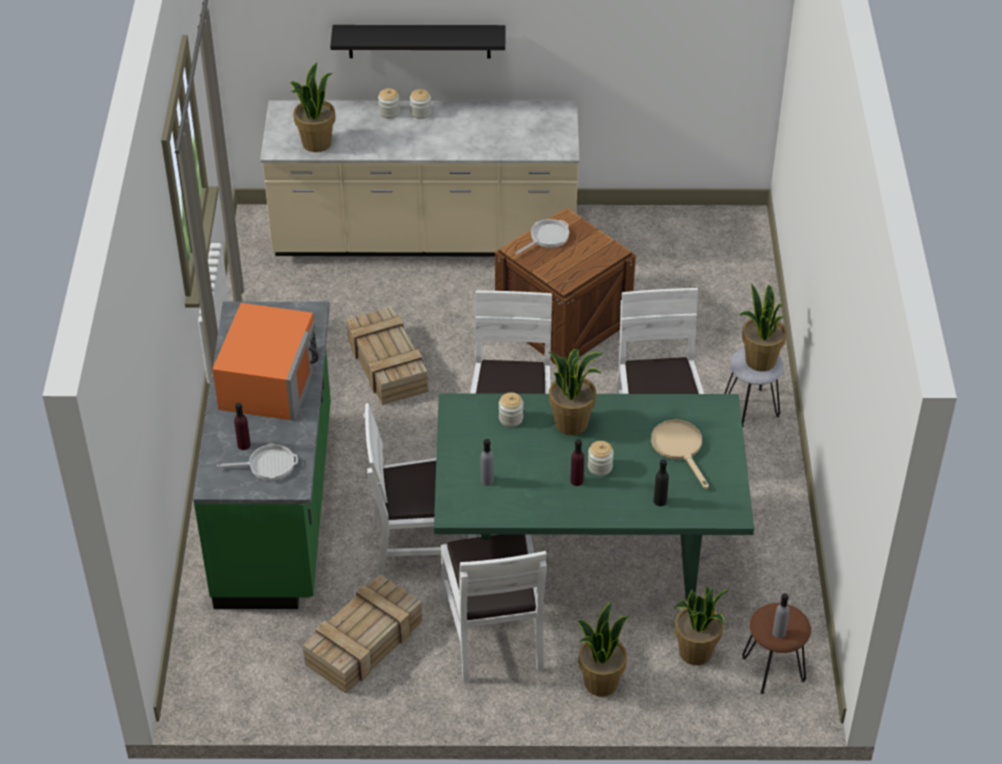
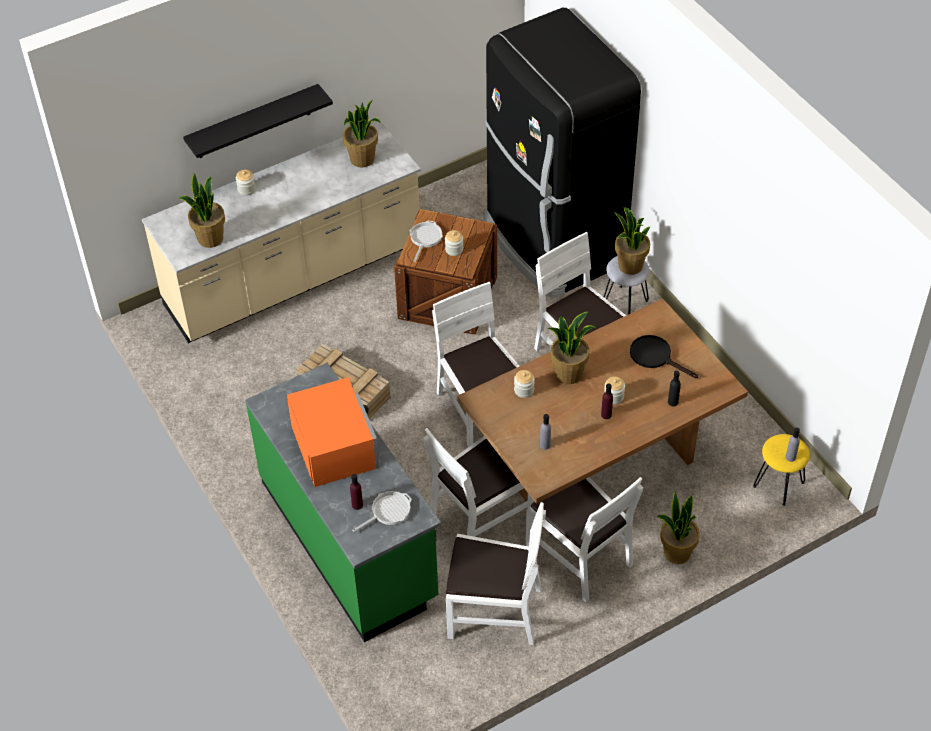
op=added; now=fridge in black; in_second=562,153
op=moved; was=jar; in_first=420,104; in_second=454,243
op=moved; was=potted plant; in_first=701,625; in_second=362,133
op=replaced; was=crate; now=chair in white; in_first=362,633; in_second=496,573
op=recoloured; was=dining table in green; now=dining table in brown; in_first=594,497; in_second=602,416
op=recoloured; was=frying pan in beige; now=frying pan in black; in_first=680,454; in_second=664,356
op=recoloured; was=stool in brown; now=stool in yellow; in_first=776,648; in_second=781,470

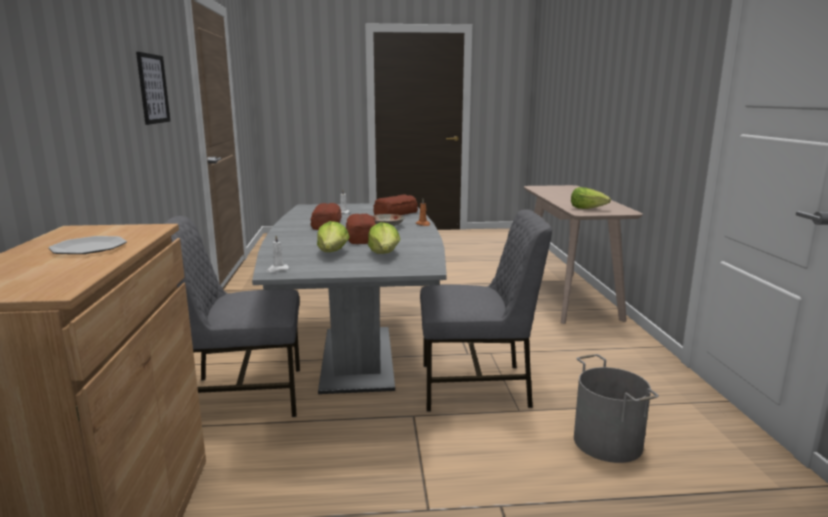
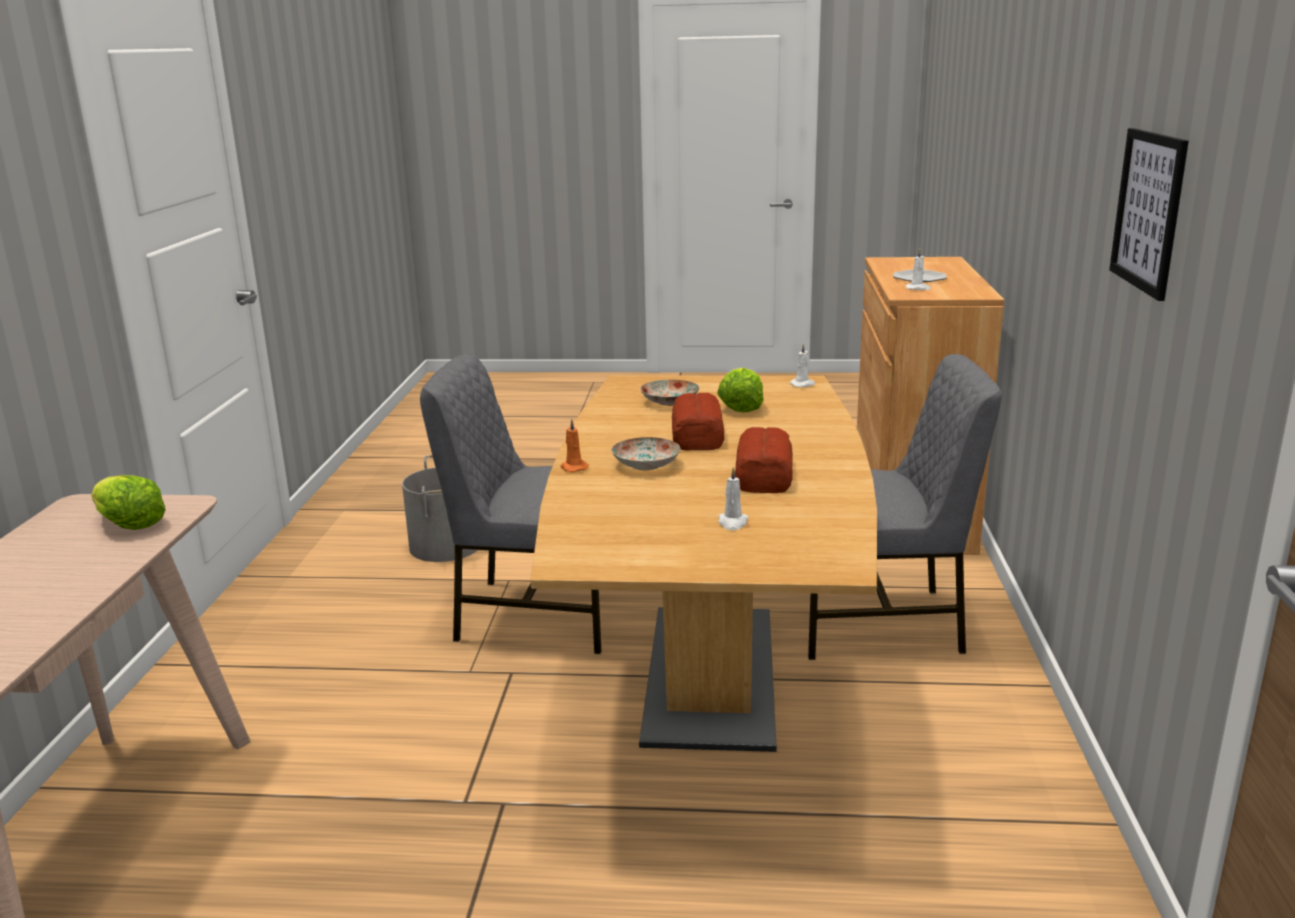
op=removed; was=bread; in_first=395,204
op=added; now=candle in white; in_second=918,269
op=replaced; was=lettuce; now=plate; in_first=384,238; in_second=669,392
op=recoloured; was=dining table in grey; now=dining table in brown; in_first=349,298; in_second=703,564

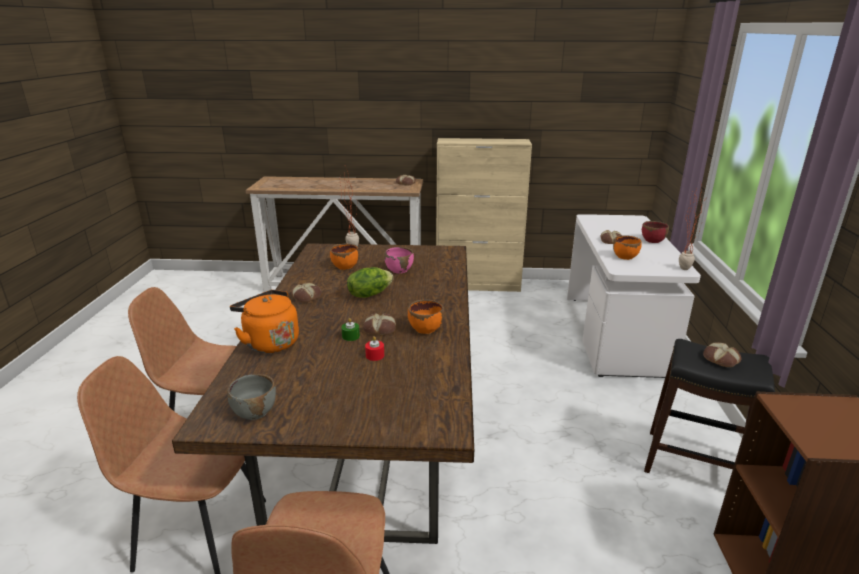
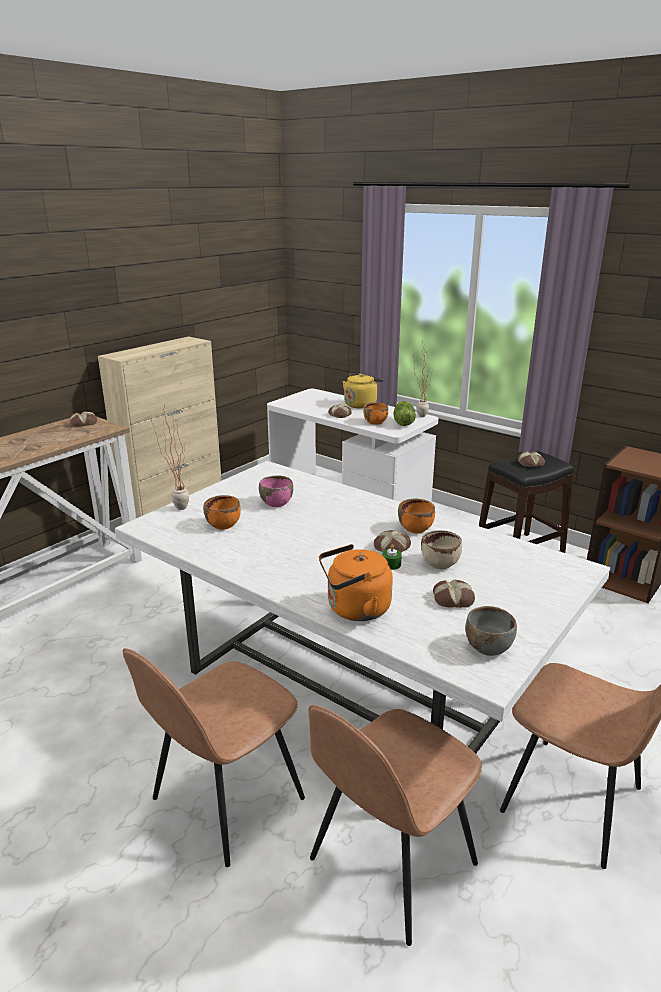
op=moved; was=bread; in_first=306,293; in_second=454,594
op=moved; was=lettuce; in_first=370,282; in_second=405,413
op=replaced; was=candle in red; now=bowl in beige; in_first=374,348; in_second=441,549
op=replaced; was=bowl in red; now=kettle in yellow; in_first=655,232; in_second=363,391
op=recoloured; was=dining table in brown; now=dining table in white; in_first=323,393; in_second=362,607

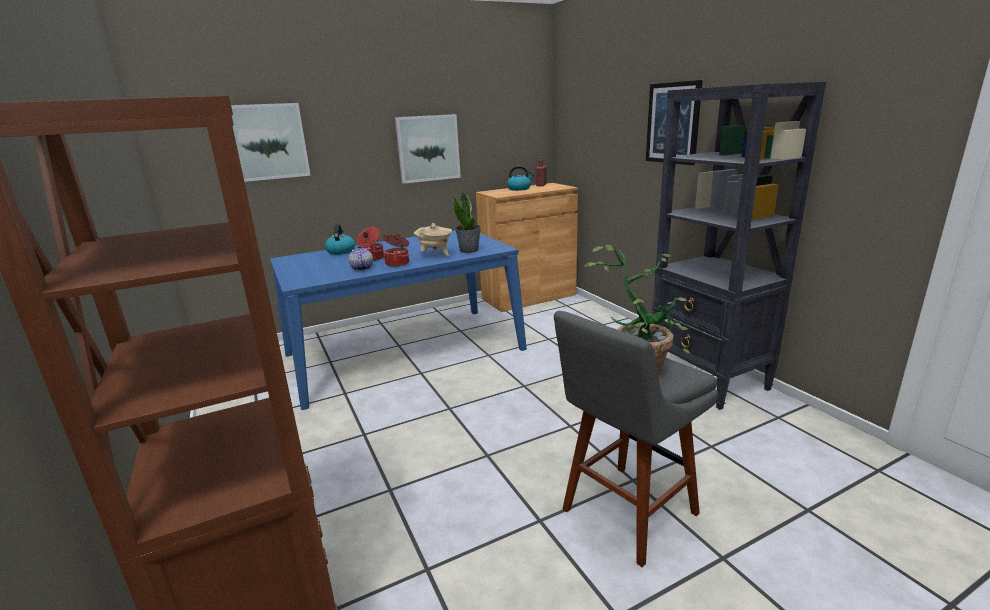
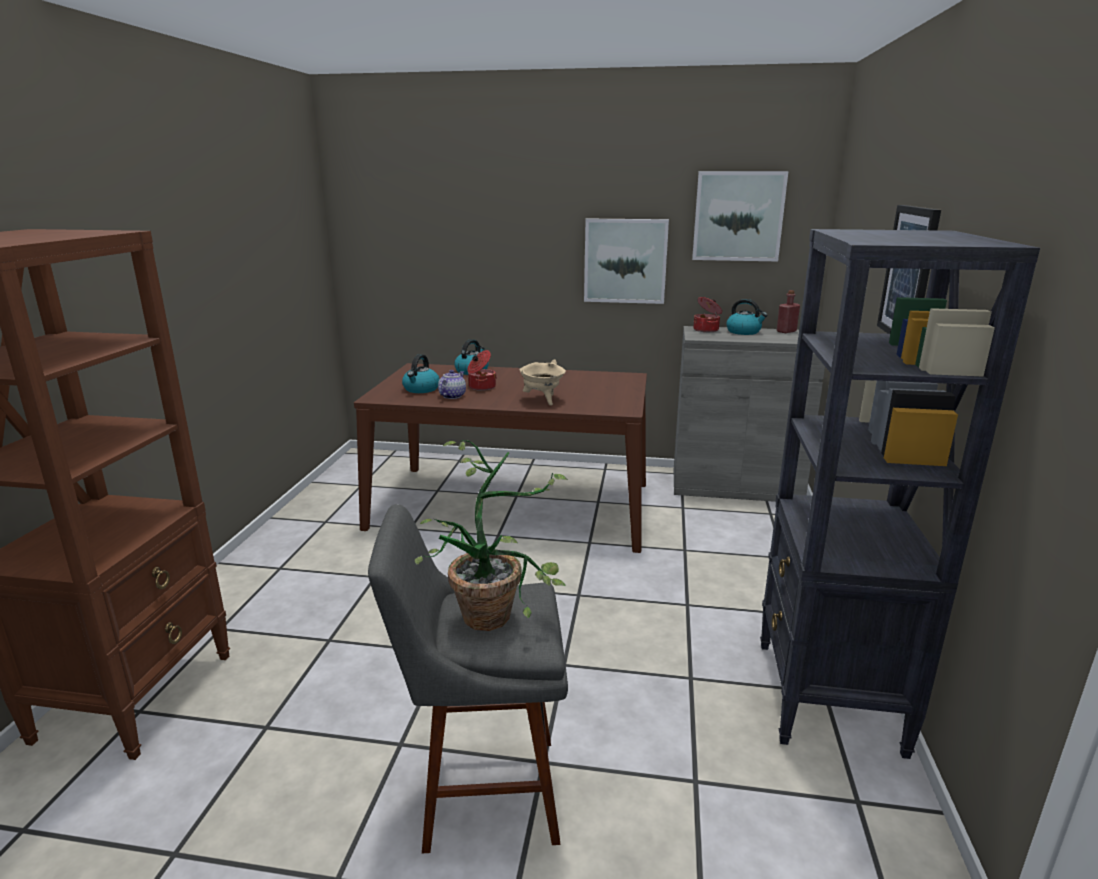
op=removed; was=potted plant; in_first=467,222
op=added; now=kettle; in_second=421,373
op=moved; was=picture; in_first=271,142; in_second=740,216
op=moved; was=cooking pot; in_first=396,250; in_second=708,314
op=recoloured; was=dining table in blue; now=dining table in brown; in_first=398,320; in_second=500,458
op=recoloured; was=cabinet in brown; now=cabinet in grey; in_first=527,247; in_second=749,414

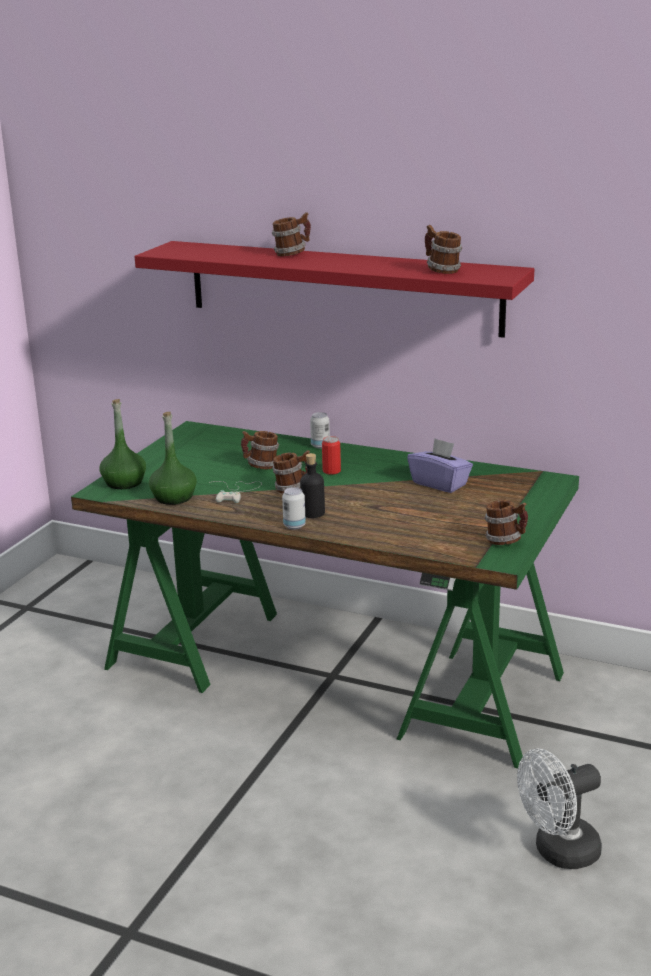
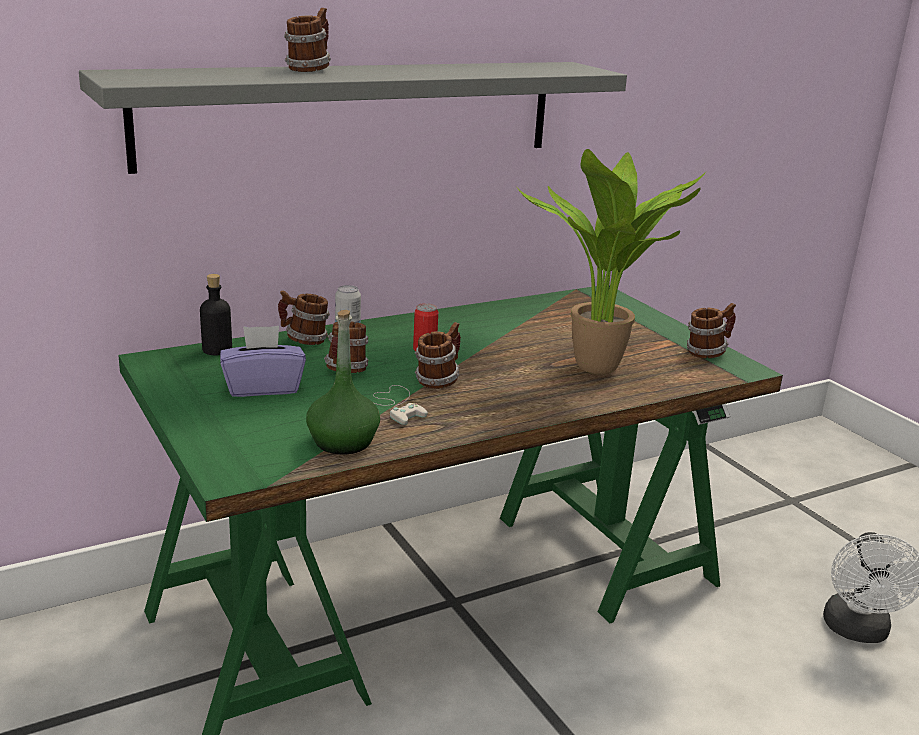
op=removed; was=bottle in green; in_first=122,444
op=removed; was=can; in_first=294,508
op=added; now=potted plant; in_second=611,261
op=moved; was=bottle in black; in_first=312,485; in_second=216,314
op=moved; was=tissue box in purple; in_first=440,465; in_second=263,361
op=moved; was=mug; in_first=444,249; in_second=304,317
op=recoloured; was=shelf in red; now=shelf in grey; in_first=334,289; in_second=353,118

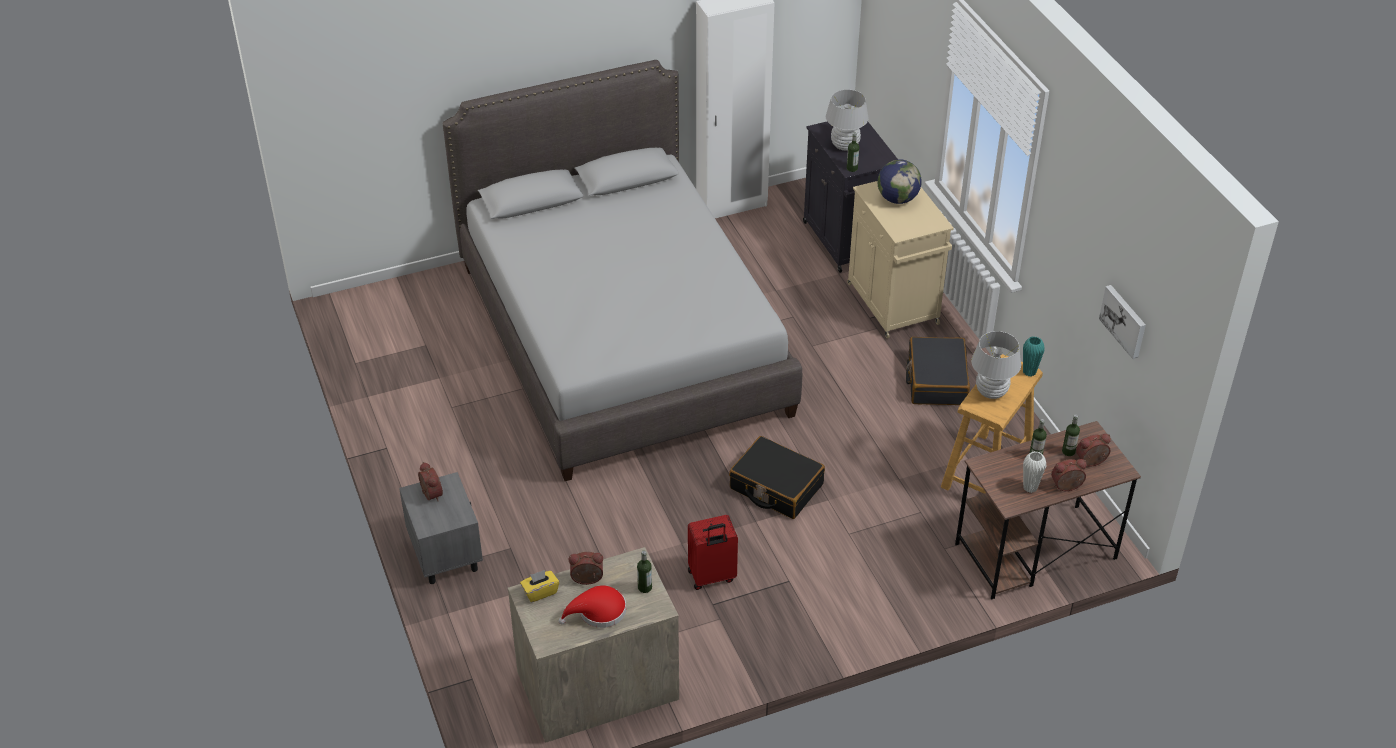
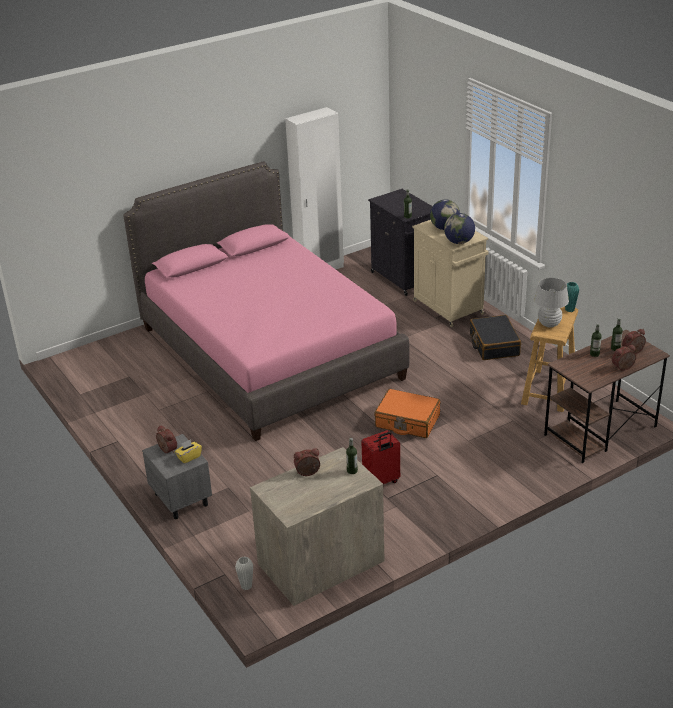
op=removed; was=hat in red; in_first=592,606
op=removed; was=table lamp in white; in_first=847,120
op=removed; was=picture; in_first=1122,322
op=added; now=globe; in_second=459,228
op=moved; was=tissue box in yellow; in_first=539,586; in_second=188,451
op=moved; was=vase in white; in_first=1034,472; in_second=244,573
op=recoloured; was=bed in grey; now=bed in pink; in_first=622,270; in_second=266,301
op=recoloured; was=suitcase in black; now=suitcase in orange; in_first=777,477; in_second=407,413

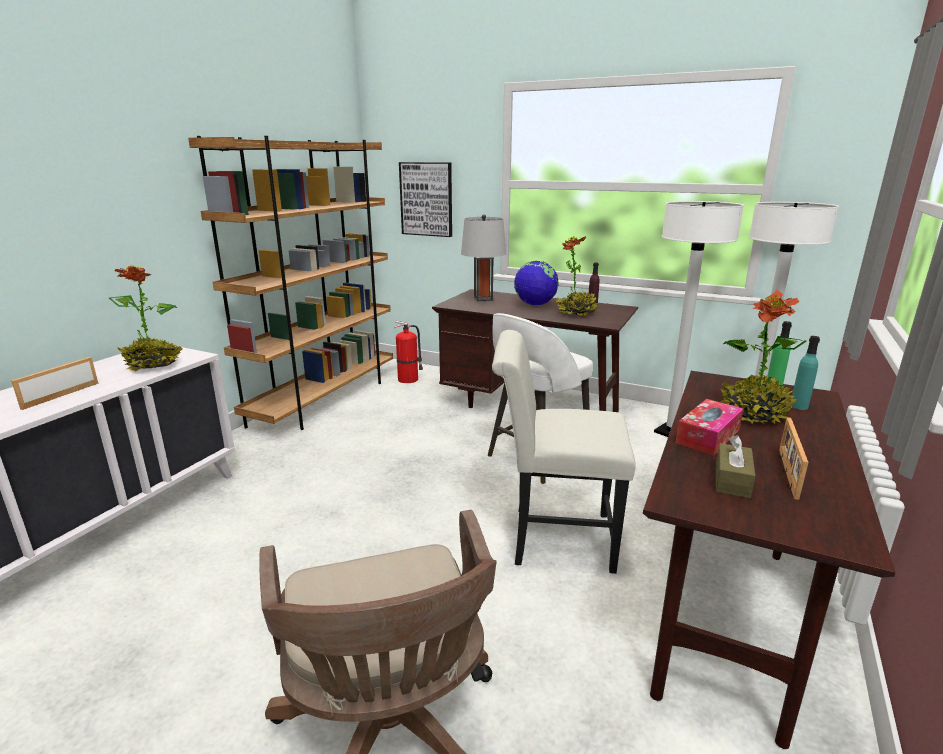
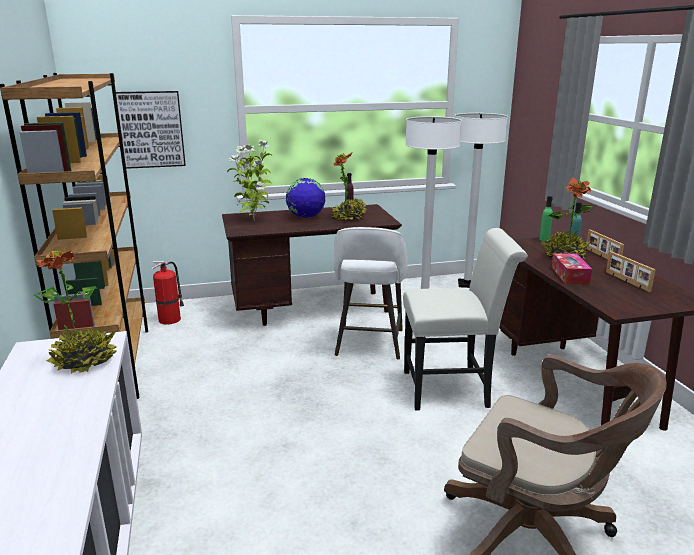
op=removed; was=tissue box in brown; in_first=735,466
op=moved; was=picture frame; in_first=54,383; in_second=605,244
op=replaced; was=table lamp in grey; now=potted plant; in_first=483,257; in_second=250,180
op=turned; was=chair in white; in_first=564,452; in_second=465,319; clockwise=-150

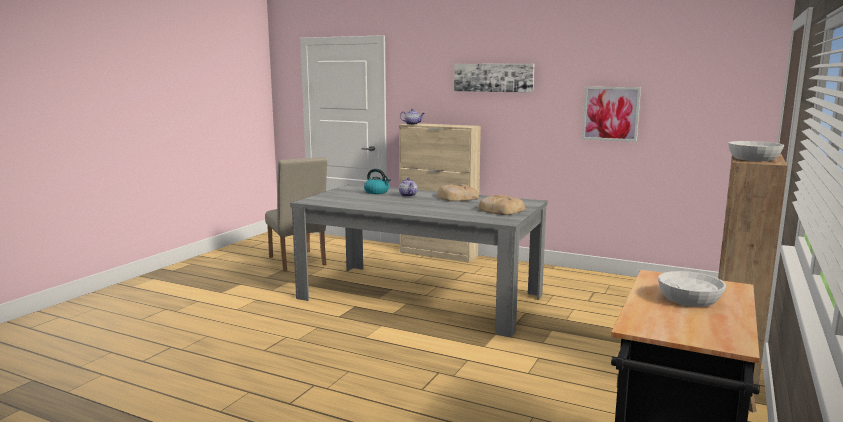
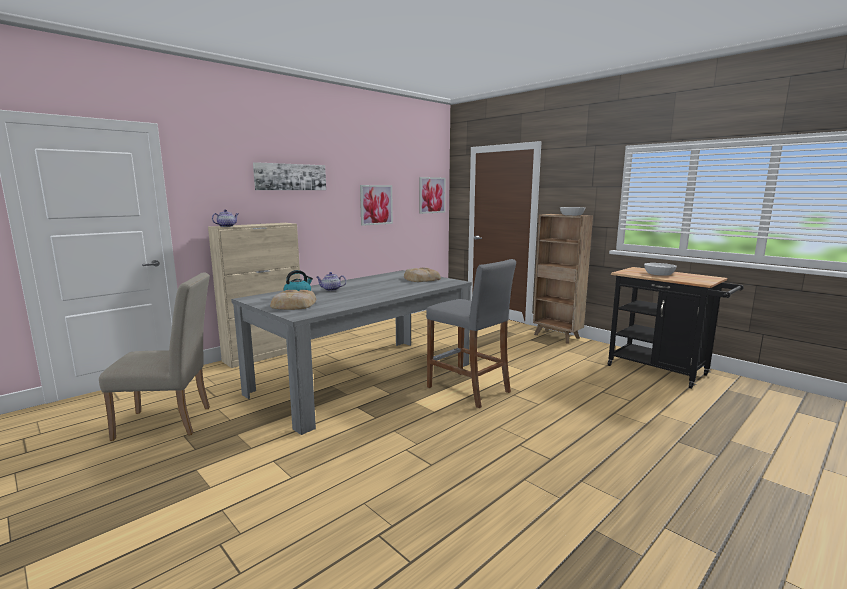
op=added; now=picture; in_second=432,195
op=added; now=stool in grey; in_second=471,333
op=moved; was=bread; in_first=458,192; in_second=293,300

